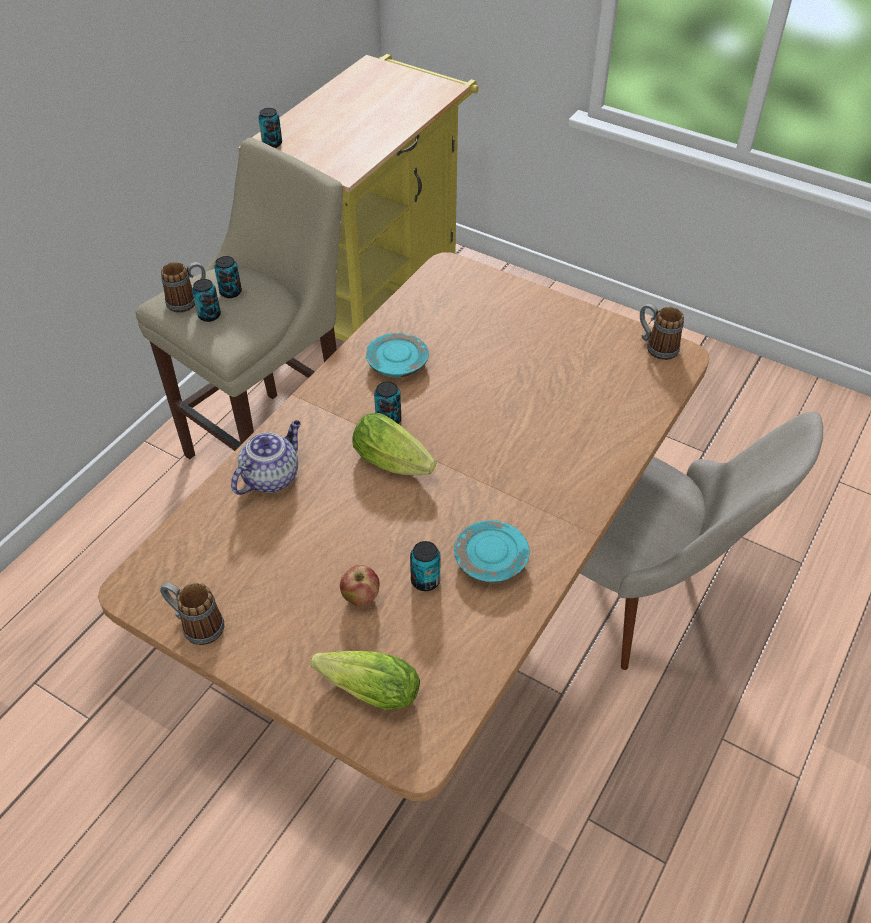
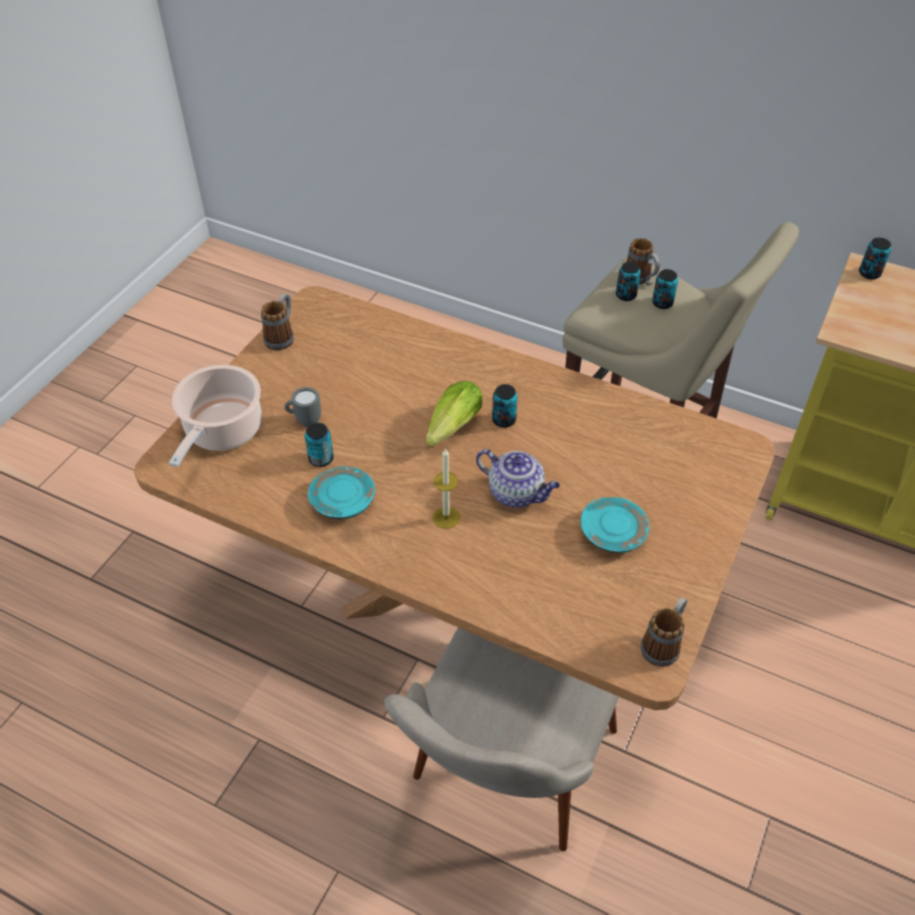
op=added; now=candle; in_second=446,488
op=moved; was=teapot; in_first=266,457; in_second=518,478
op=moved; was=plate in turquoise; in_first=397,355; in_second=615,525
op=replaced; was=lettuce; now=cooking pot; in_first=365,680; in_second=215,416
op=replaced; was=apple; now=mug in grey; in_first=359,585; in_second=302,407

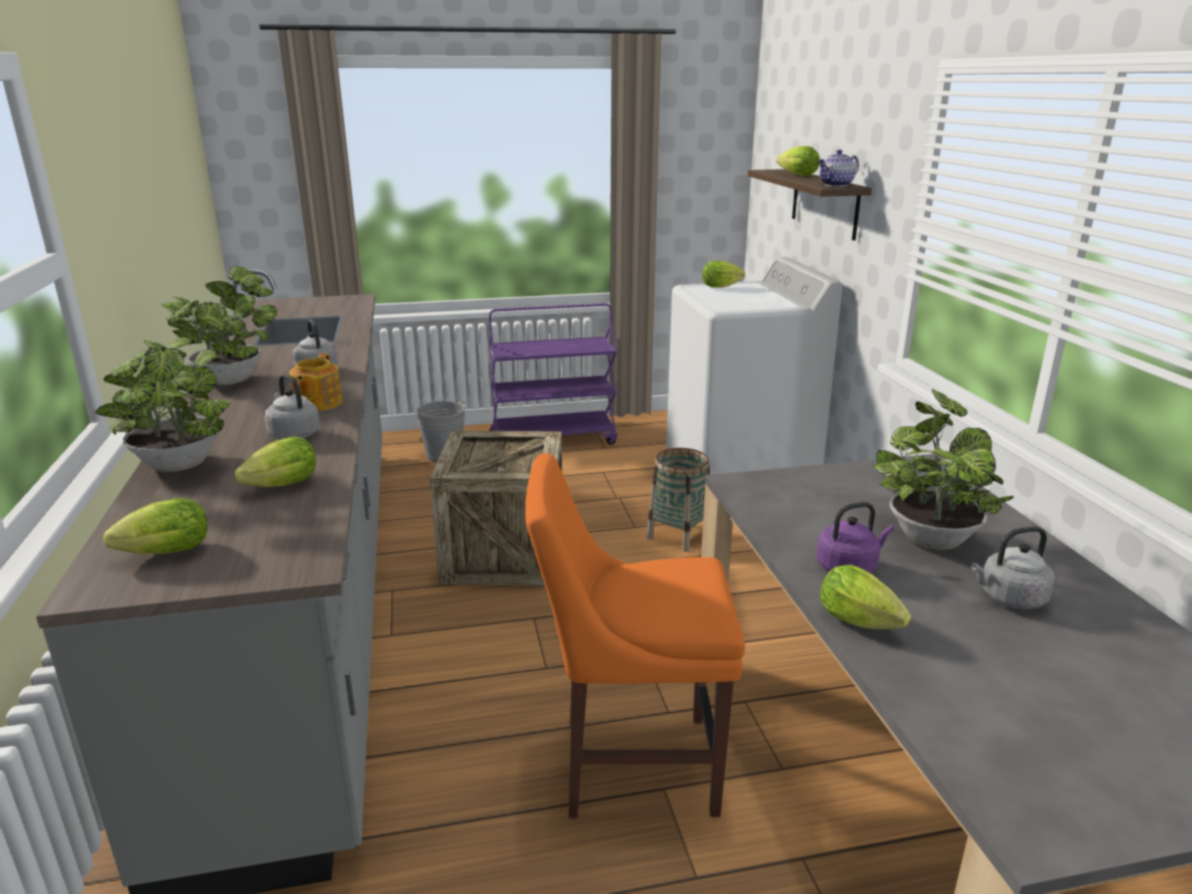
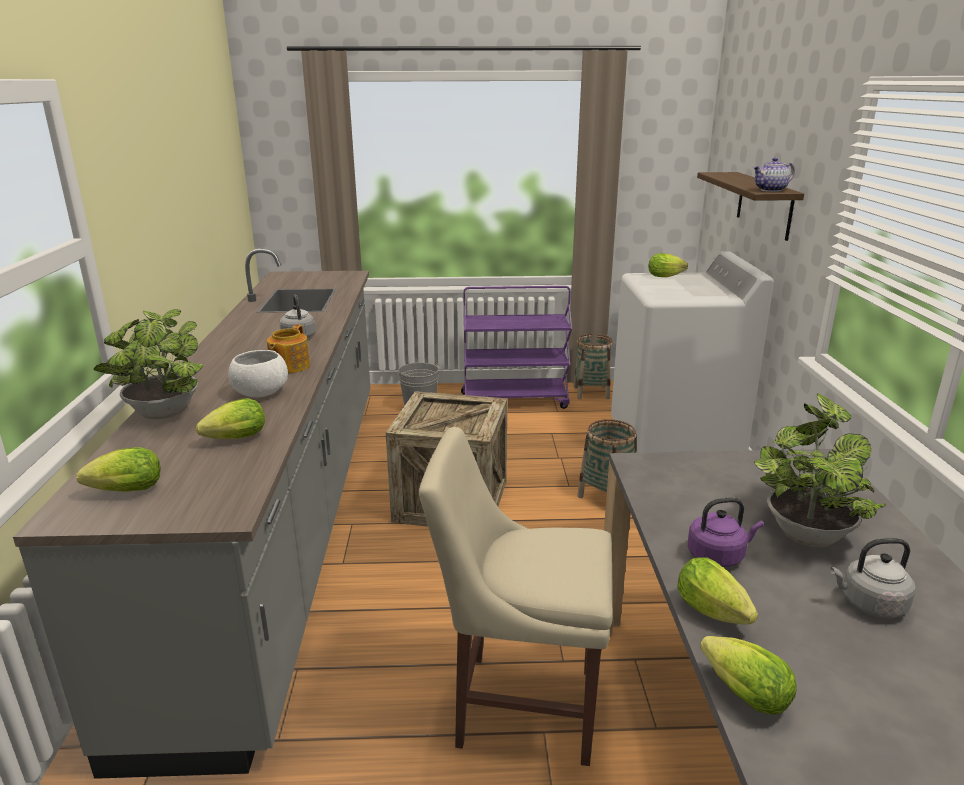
op=removed; was=potted plant; in_first=219,325
op=added; now=basket; in_second=593,366
op=moved; was=lettuce; in_first=798,161; in_second=748,675
op=replaced; was=kettle in grey; now=bowl in white; in_first=292,407; in_second=258,373
op=recoloured; was=chair in orange; now=chair in beige; in_first=635,635; in_second=516,596

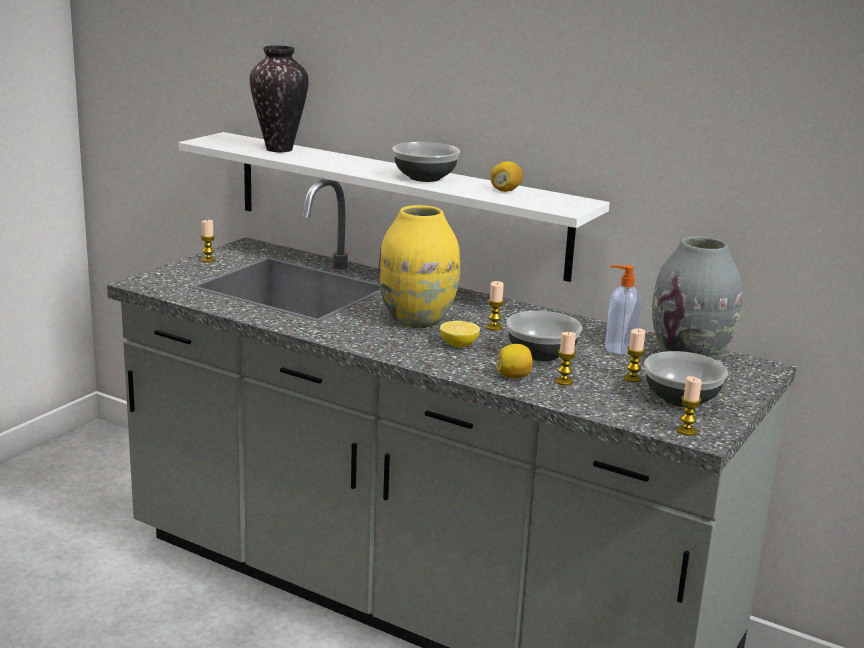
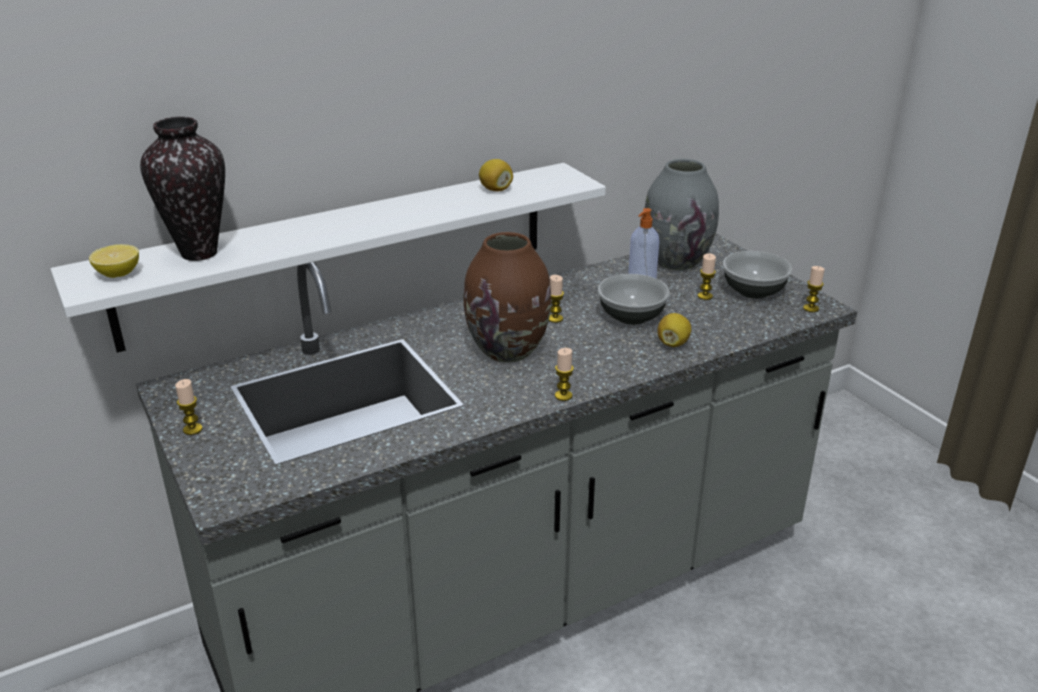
op=removed; was=bowl; in_first=426,162
op=moved; was=lemon; in_first=460,334; in_second=114,261
op=moved; was=candle; in_first=565,358; in_second=564,374
op=recoloured; was=vase in yellow; now=vase in brown; in_first=419,266; in_second=507,297

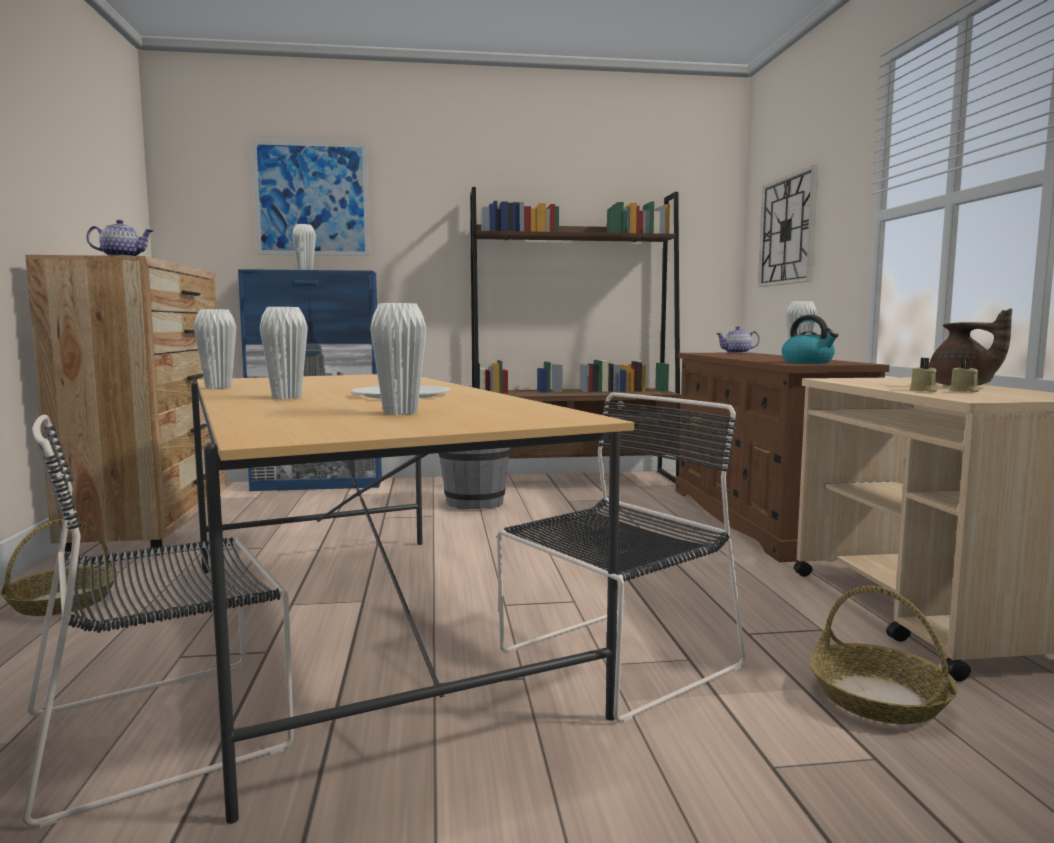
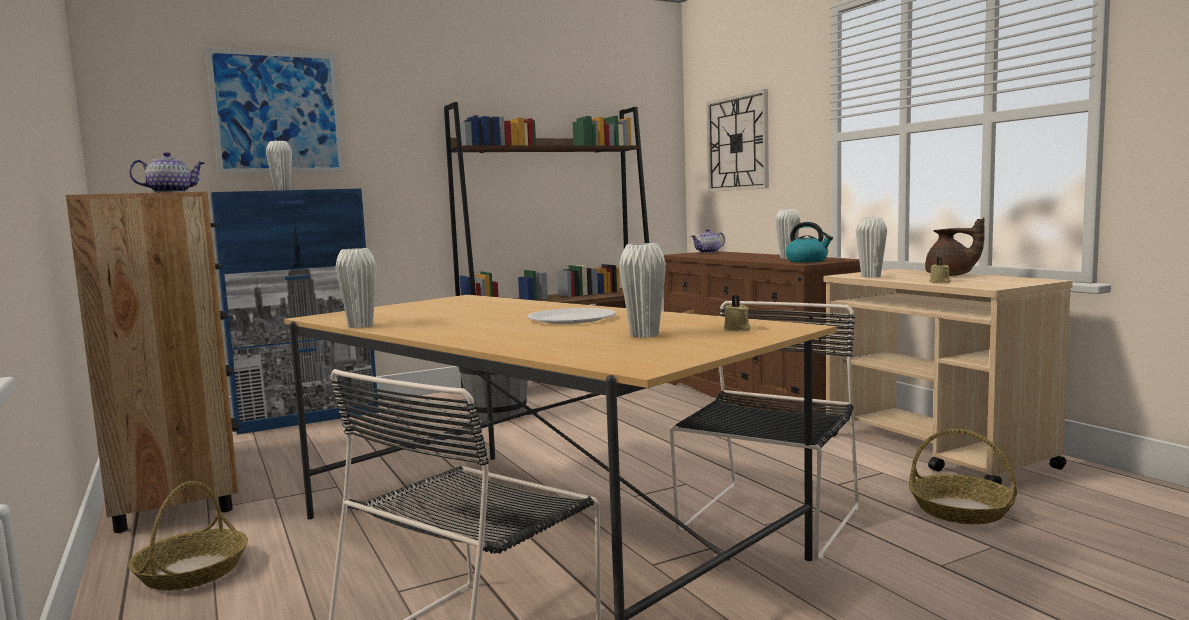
op=moved; was=vase in white; in_first=284,353; in_second=871,247
op=moved; was=candle in beige; in_first=964,375; in_second=737,313

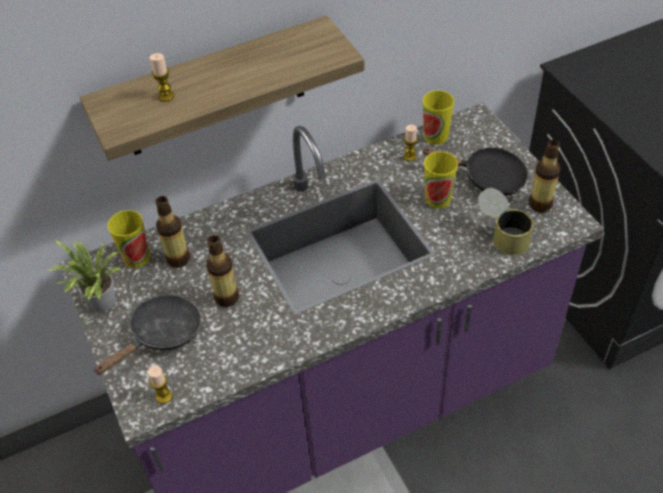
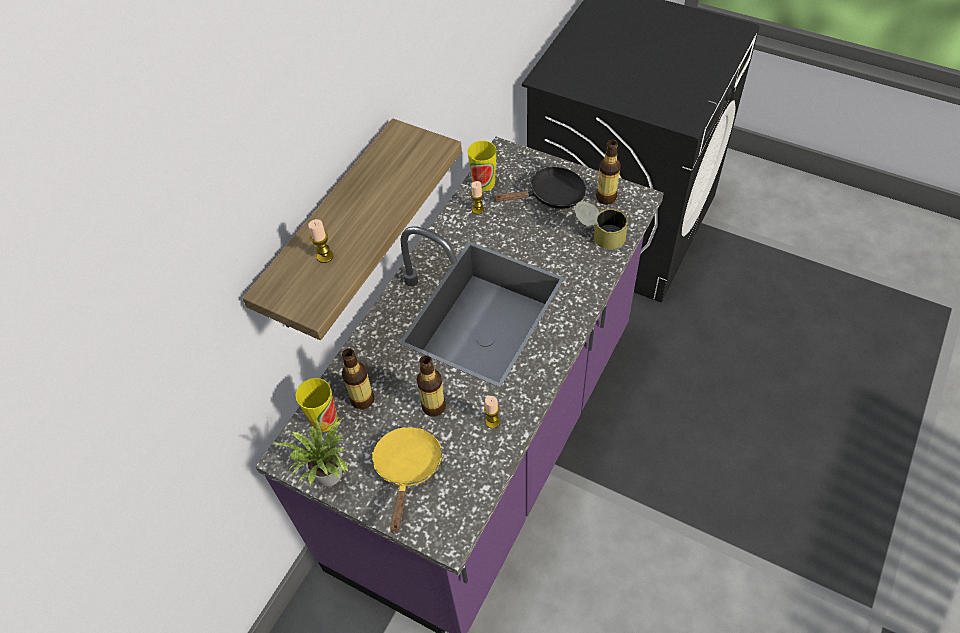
op=removed; was=cup; in_first=441,179
op=moved; was=candle; in_first=160,385; in_second=492,412
op=recoloured; was=frying pan in black; now=frying pan in yellow; in_first=147,335; in_second=407,480

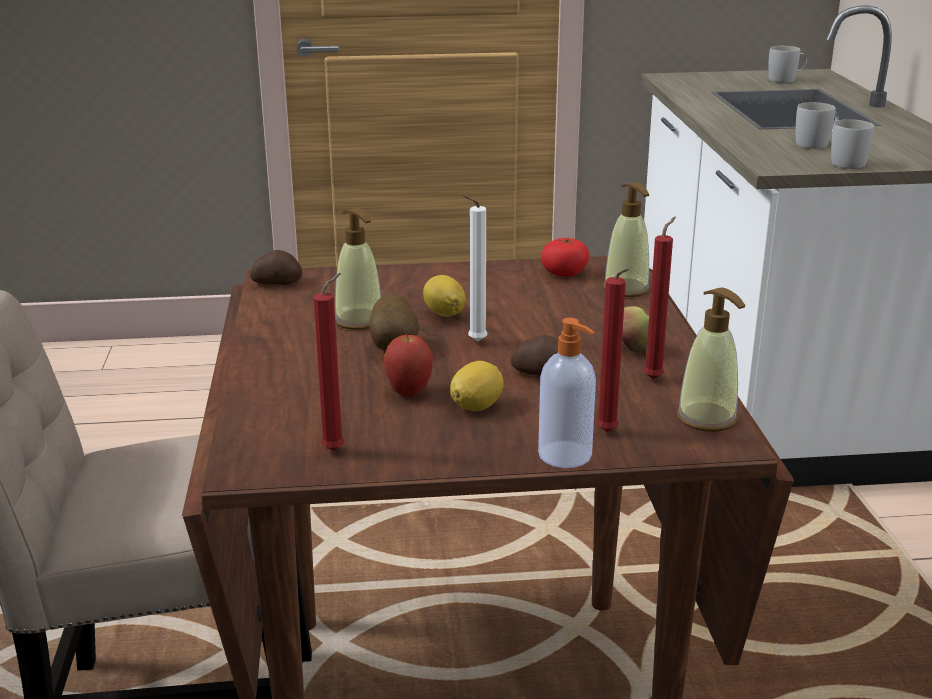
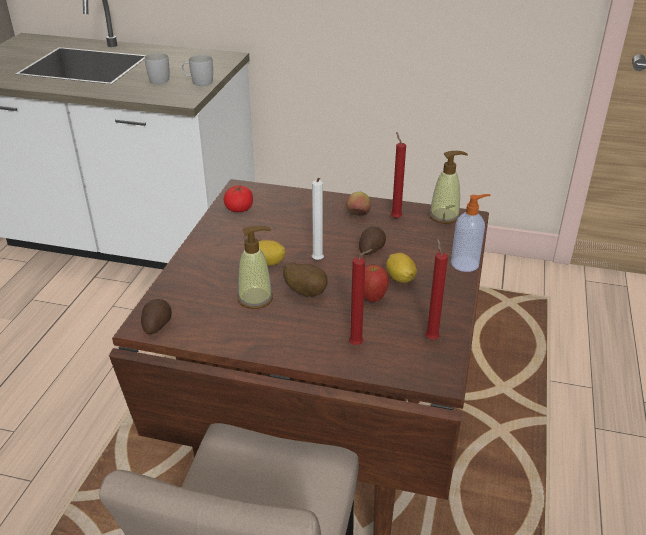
op=removed; was=soap dispenser; in_first=626,239
op=removed; was=mug in white; in_first=787,64
op=moved; was=candle in red; in_first=612,350; in_second=361,297

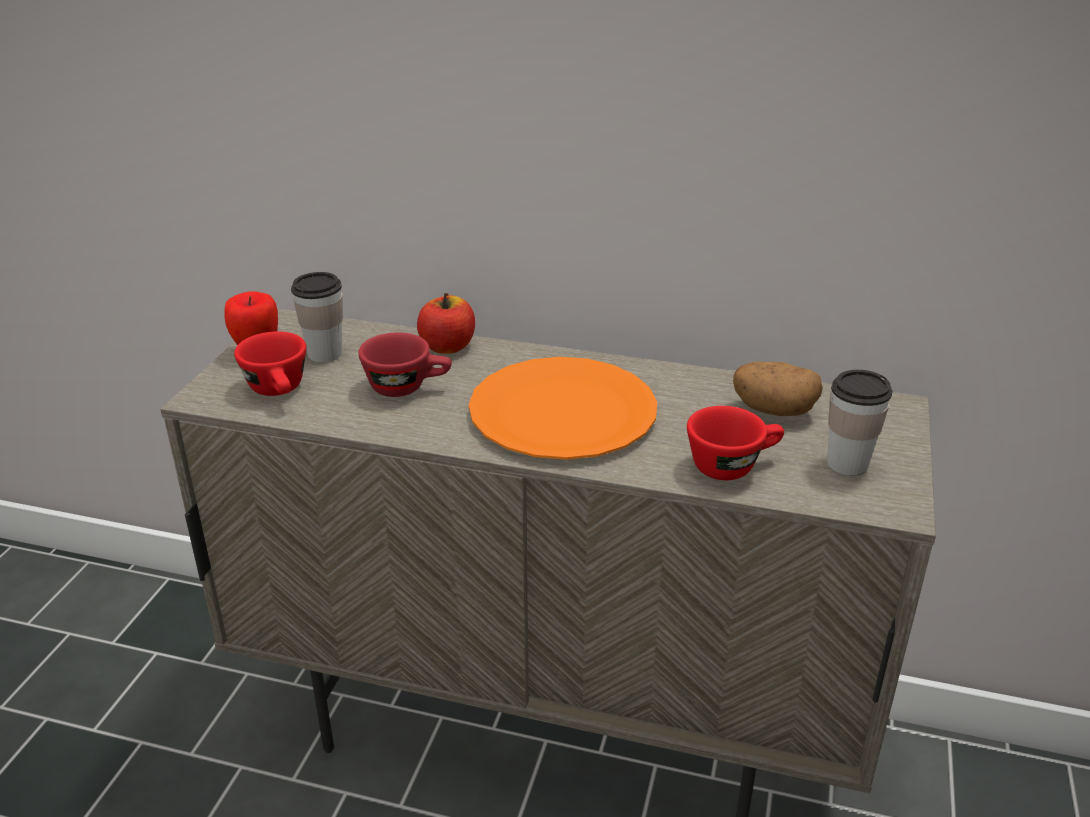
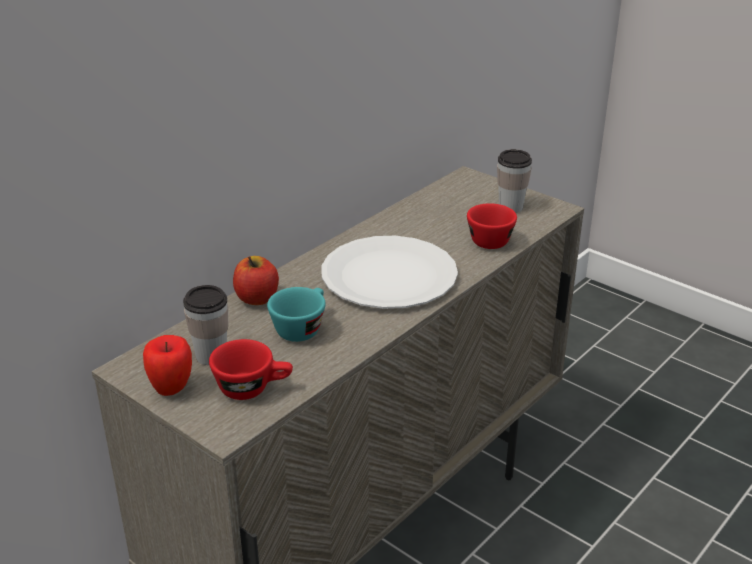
op=removed; was=potato; in_first=778,389
op=recoloured; was=cup in red; now=cup in turquoise; in_first=405,364; in_second=296,314
op=recoloured; was=plate in orange; now=plate in white; in_first=563,408; in_second=389,272

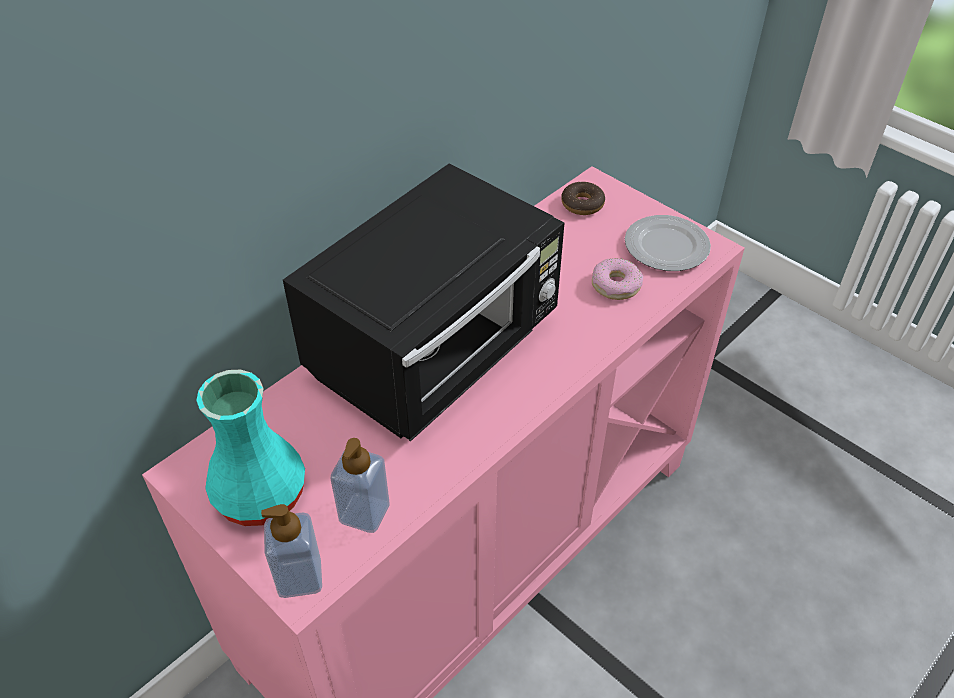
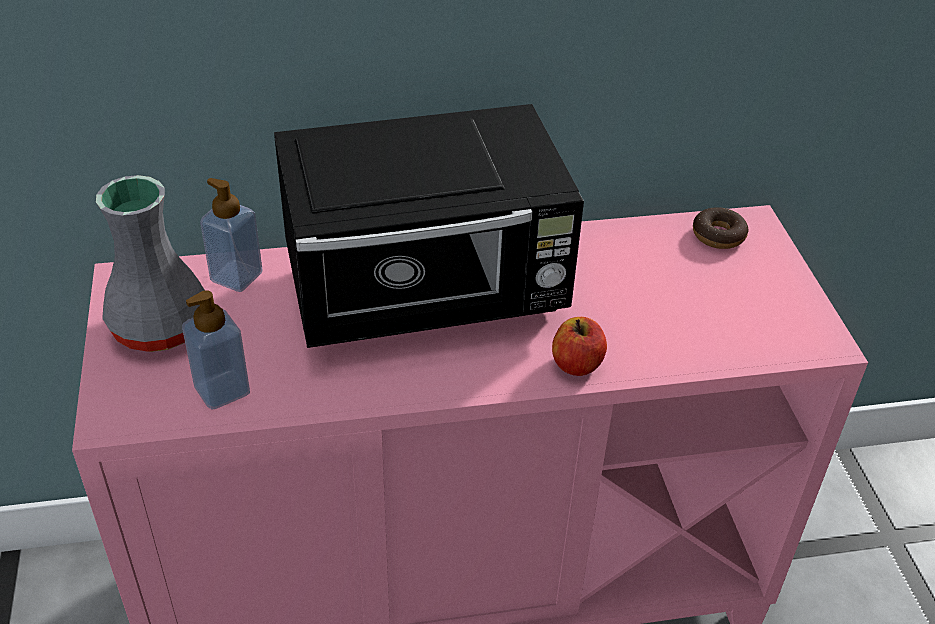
op=removed; was=donut; in_first=617,279
op=removed; was=plate; in_first=668,243
op=added; now=apple; in_second=579,346
op=moved; was=soap dispenser; in_first=291,551; in_second=231,235
op=recoloured; was=vase in turquoise; now=vase in grey; in_first=250,448; in_second=150,263

